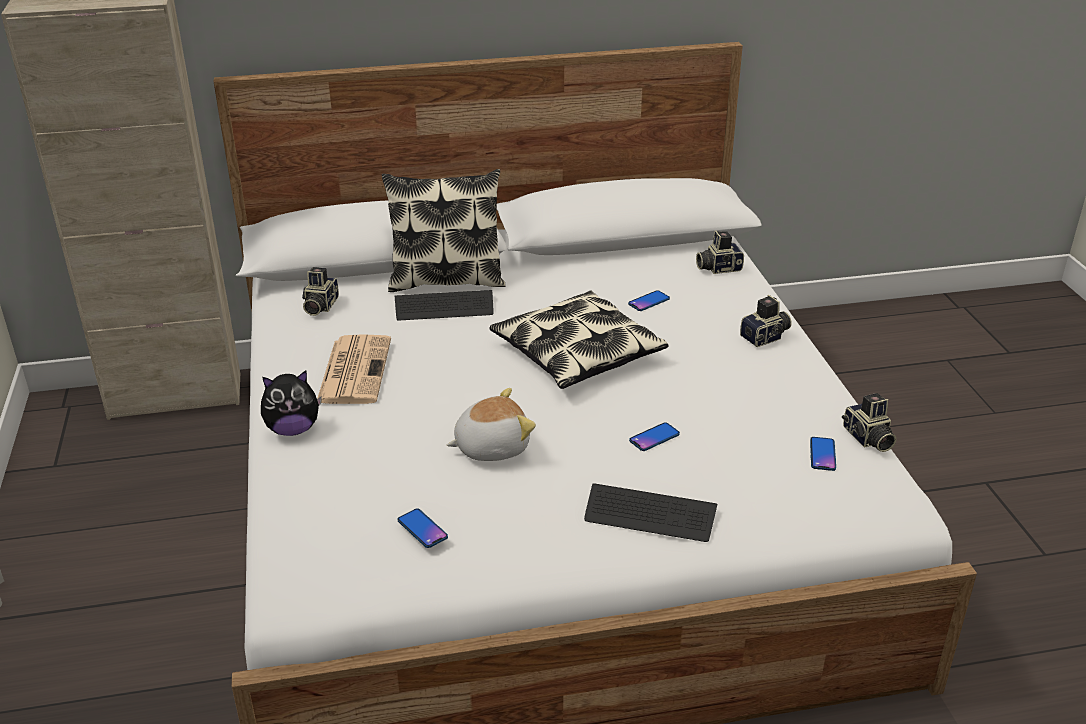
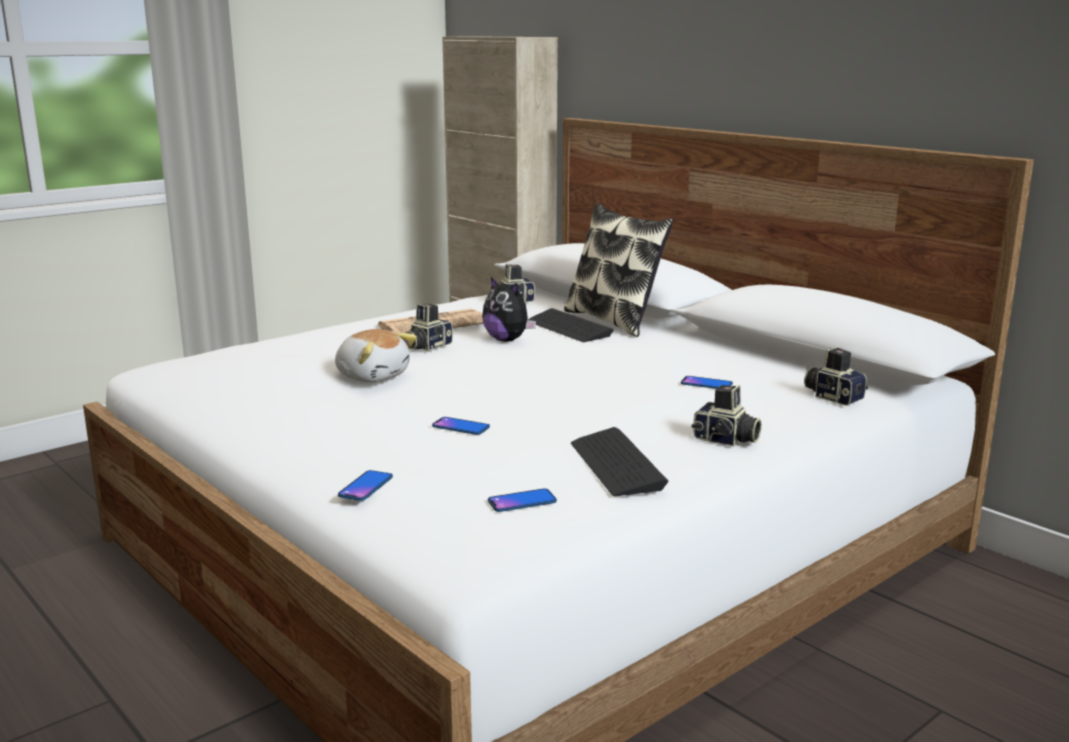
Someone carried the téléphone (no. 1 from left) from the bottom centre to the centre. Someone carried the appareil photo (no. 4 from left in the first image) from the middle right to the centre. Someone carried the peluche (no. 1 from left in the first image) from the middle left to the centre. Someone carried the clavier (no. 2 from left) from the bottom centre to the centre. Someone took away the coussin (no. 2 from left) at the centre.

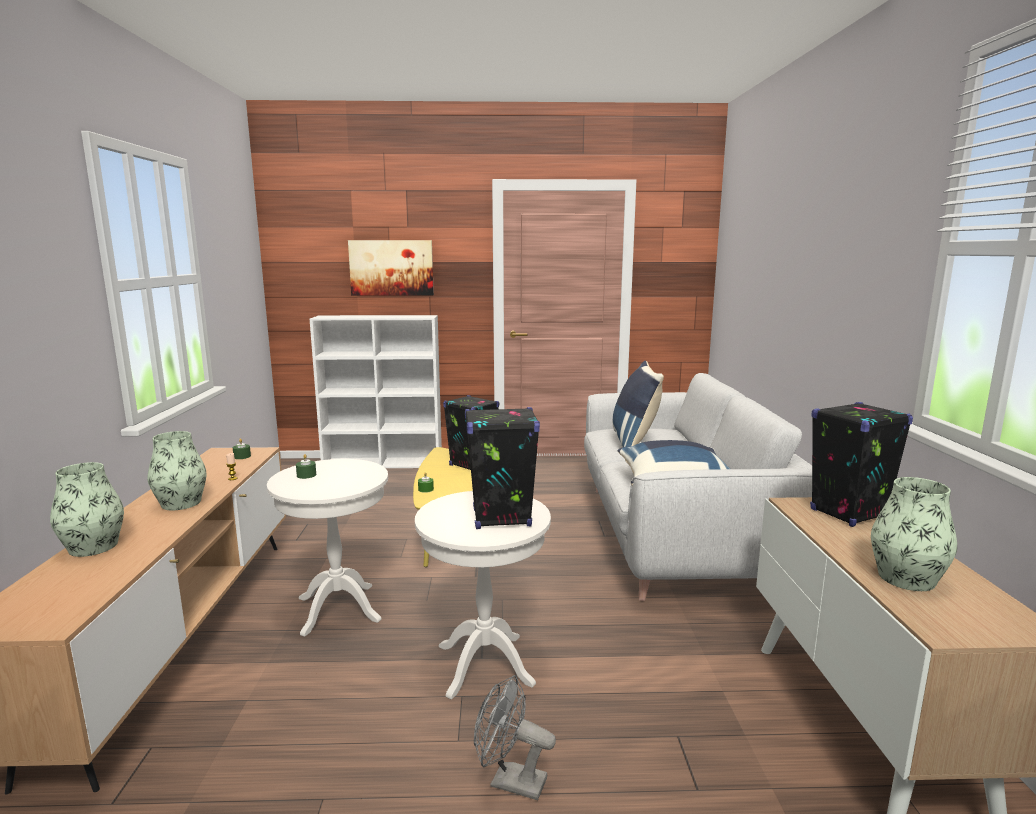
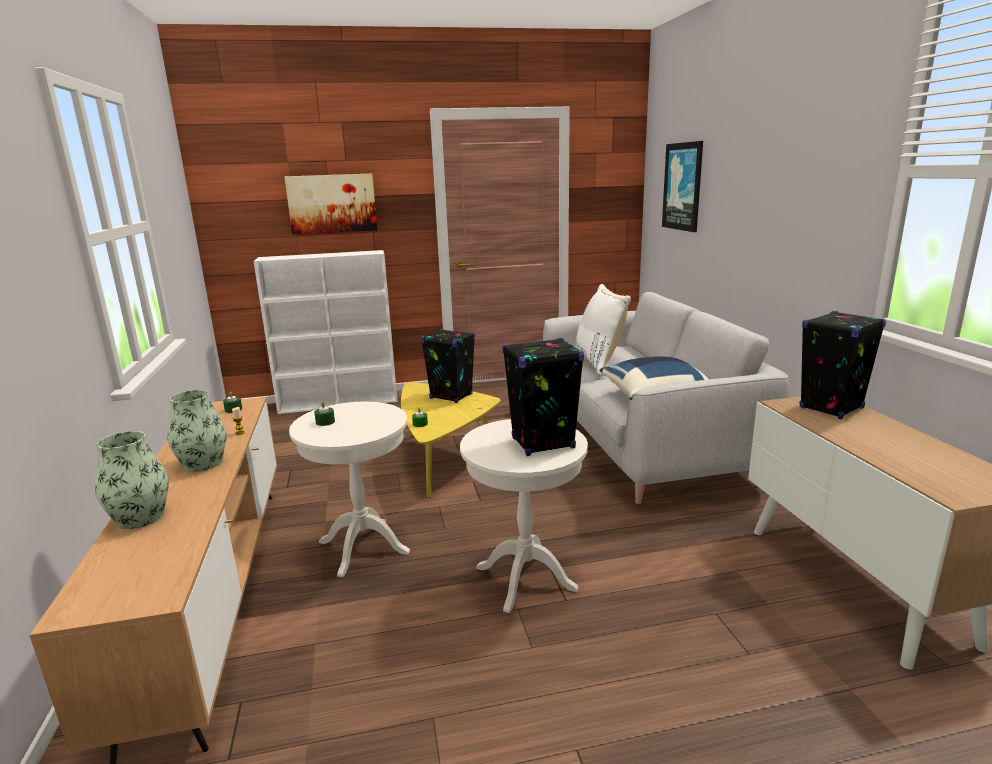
Someone repainted the coussin [bleu] (no. 1 from left) at the centre, which became the coussin [blanc] at the centre. Someone put up the tableau (no. 2 from left) at the top right. Someone took away the ventilateur [gris] at the bottom centre. Someone took away the vase (no. 3 from left) at the middle right.

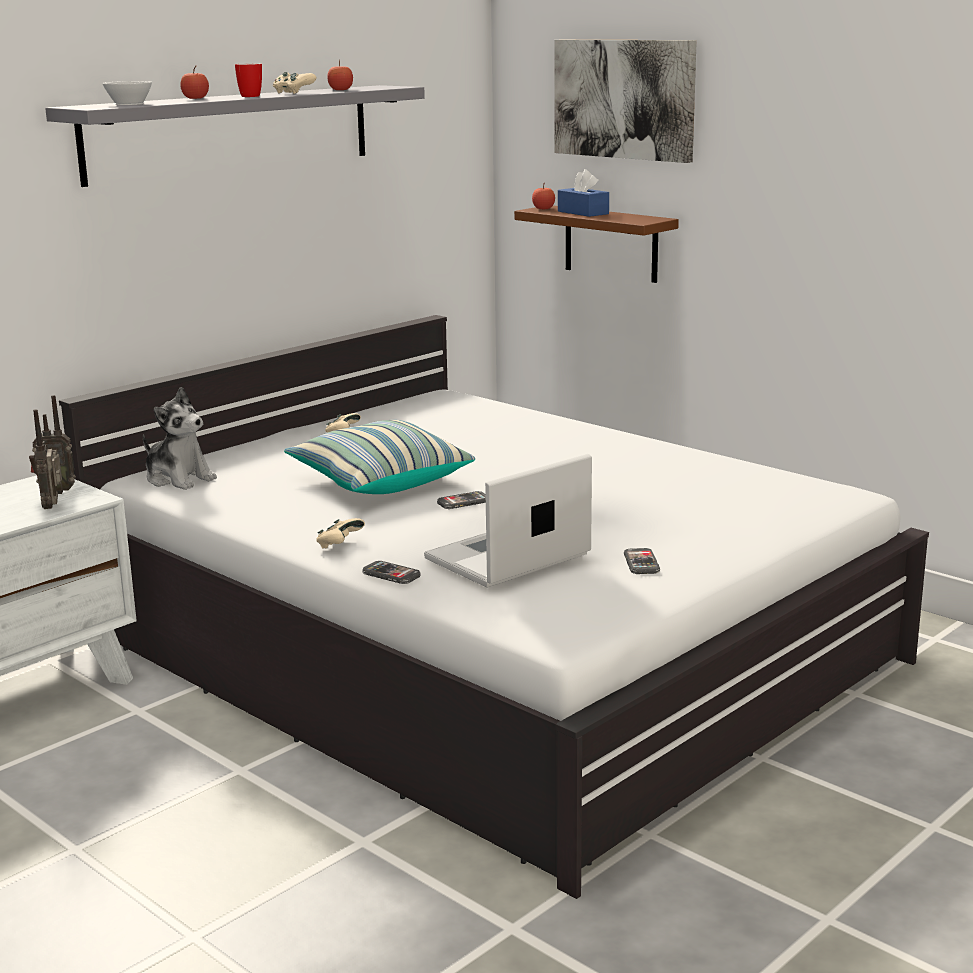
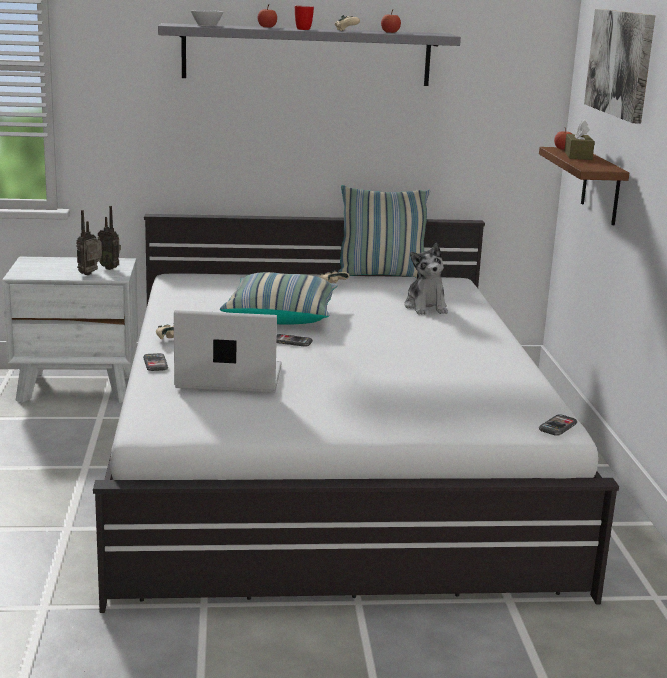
Someone put down the coussin (no. 2 from left) at the centre. Someone carried the peluche from the middle left to the centre. Someone carried the téléphone (no. 3 from left) from the centre to the middle right. Someone repainted the boîte à mouchoirs [bleu] at the top centre, which became the boîte à mouchoirs [marron] at the top right.

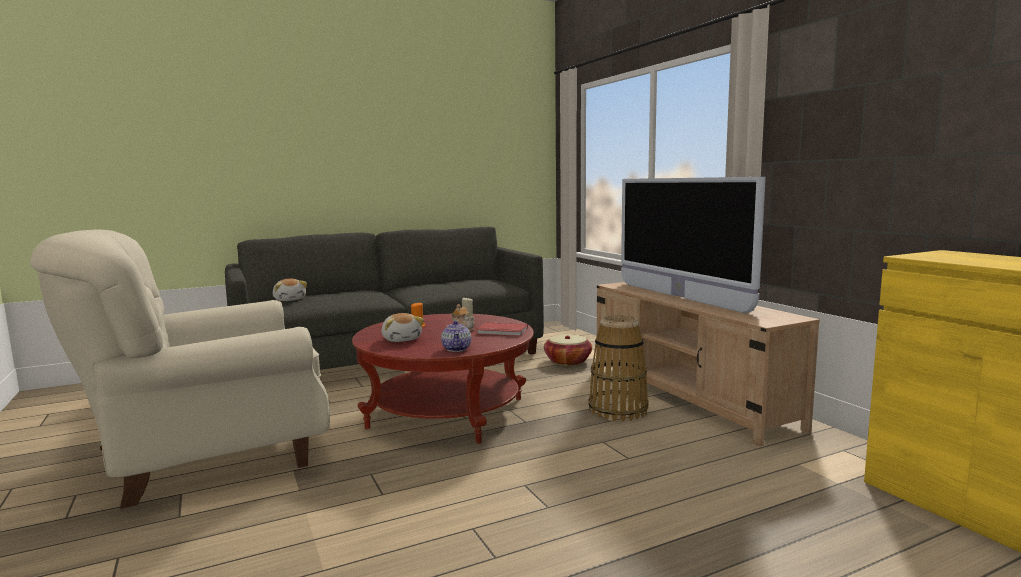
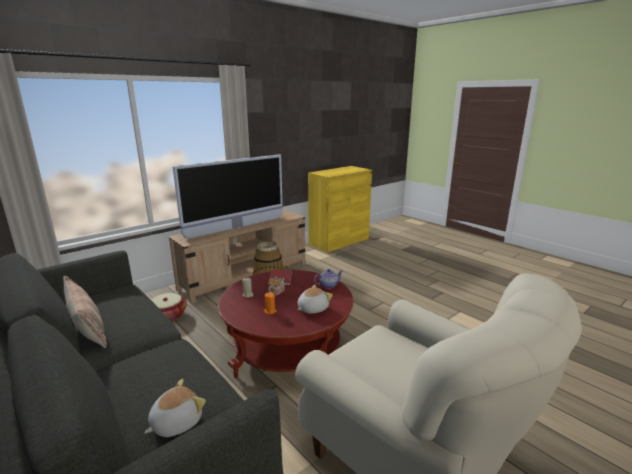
Someone put down the coussin at the middle left.

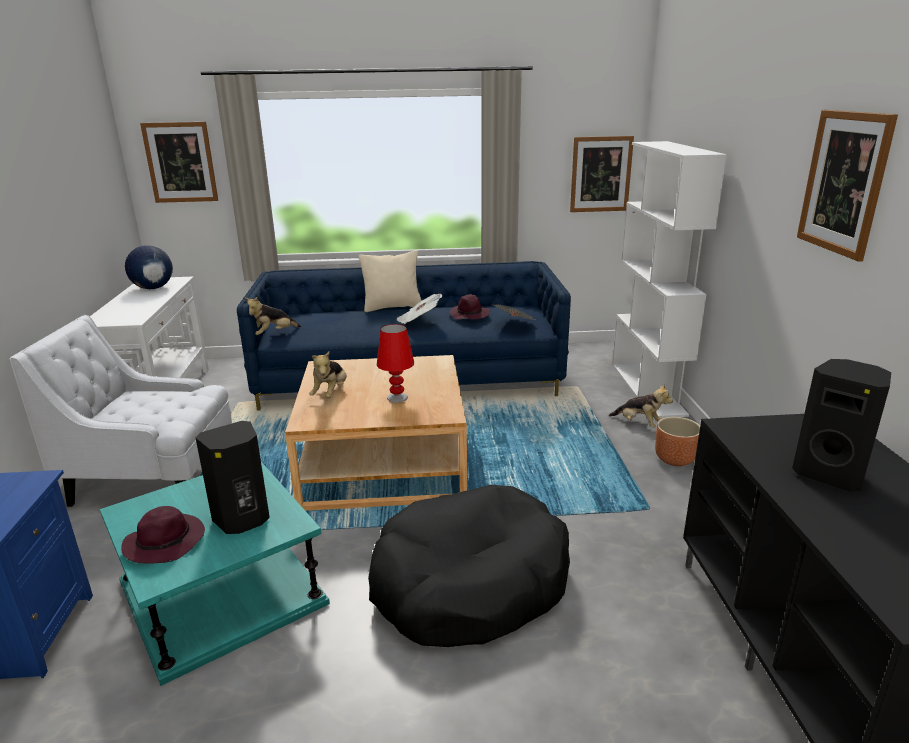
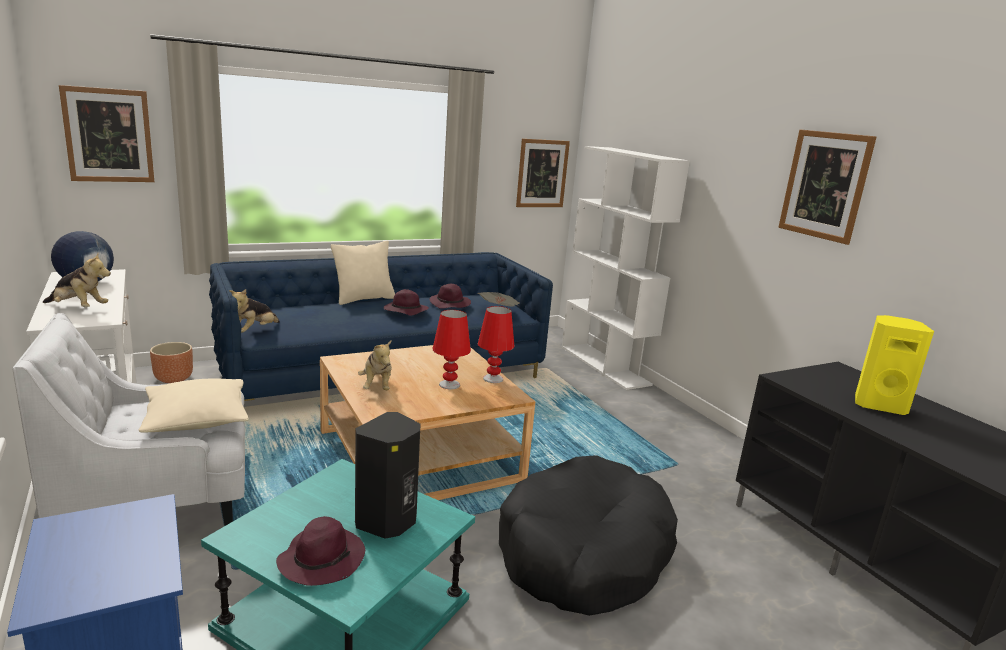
Someone carried the peluche (no. 3 from left in the first image) from the middle right to the middle left. Someone put down the coussin [beige] (no. 1 from left) at the middle left. Someone carried the cache-pot [marron] from the middle right to the middle left. Someone swapped the journal (no. 1 from left) at the centre for the chapeau [violet] (no. 2 from left) at the centre. Someone put down the lampe de table [rouge] (no. 2 from left) at the centre. Someone repainted the enceinte [noir] (no. 2 from left) at the middle right, which became the enceinte [jaune] at the middle right.

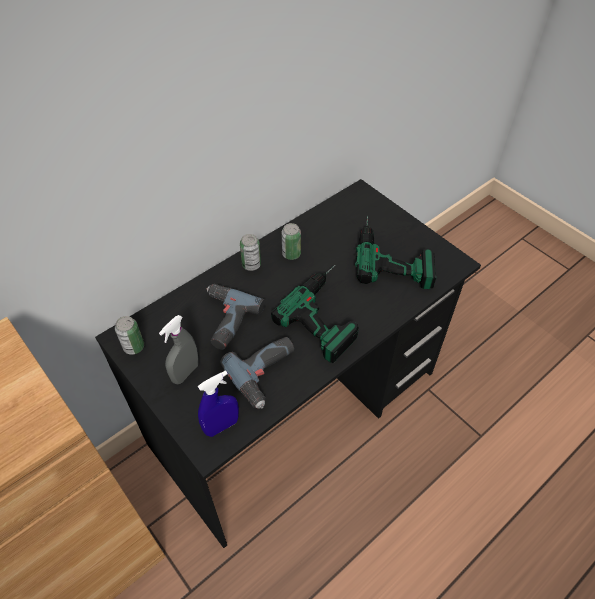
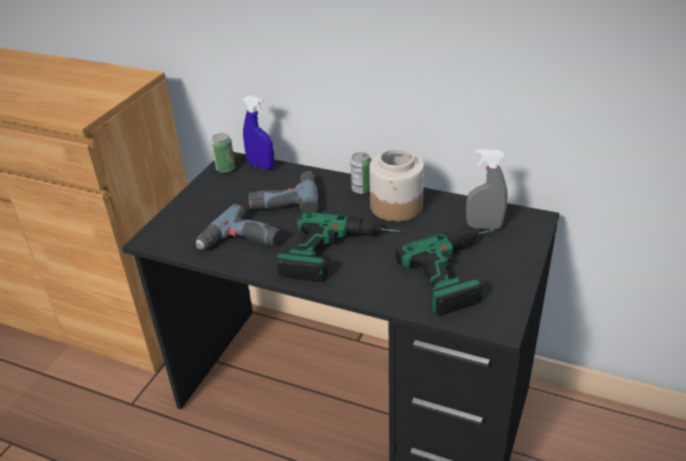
Someone carried the vaporisateur [bleu] from the bottom centre to the top centre. Someone swapped the boîte métallique (no. 3 from left) at the centre for the bocal at the centre. Someone carried the vaporisateur [gris] from the middle left to the middle right.

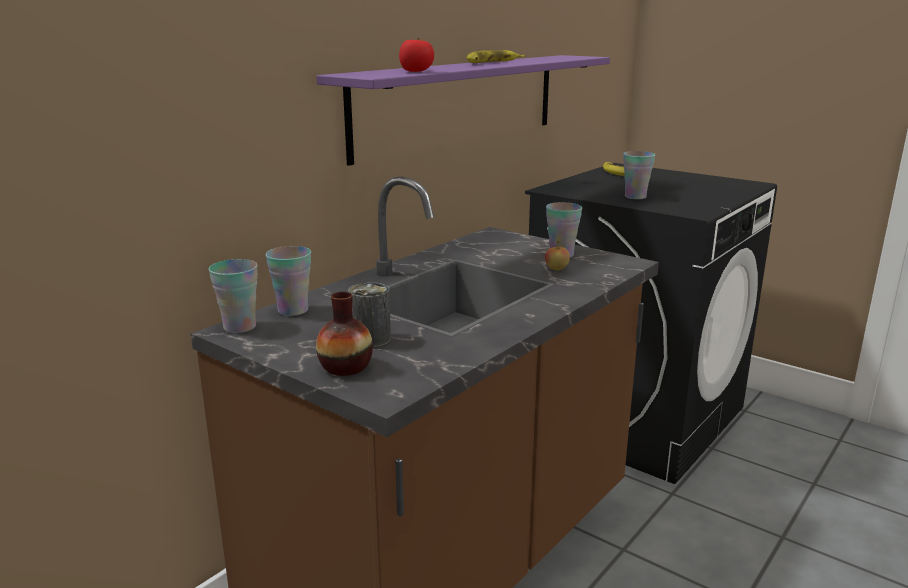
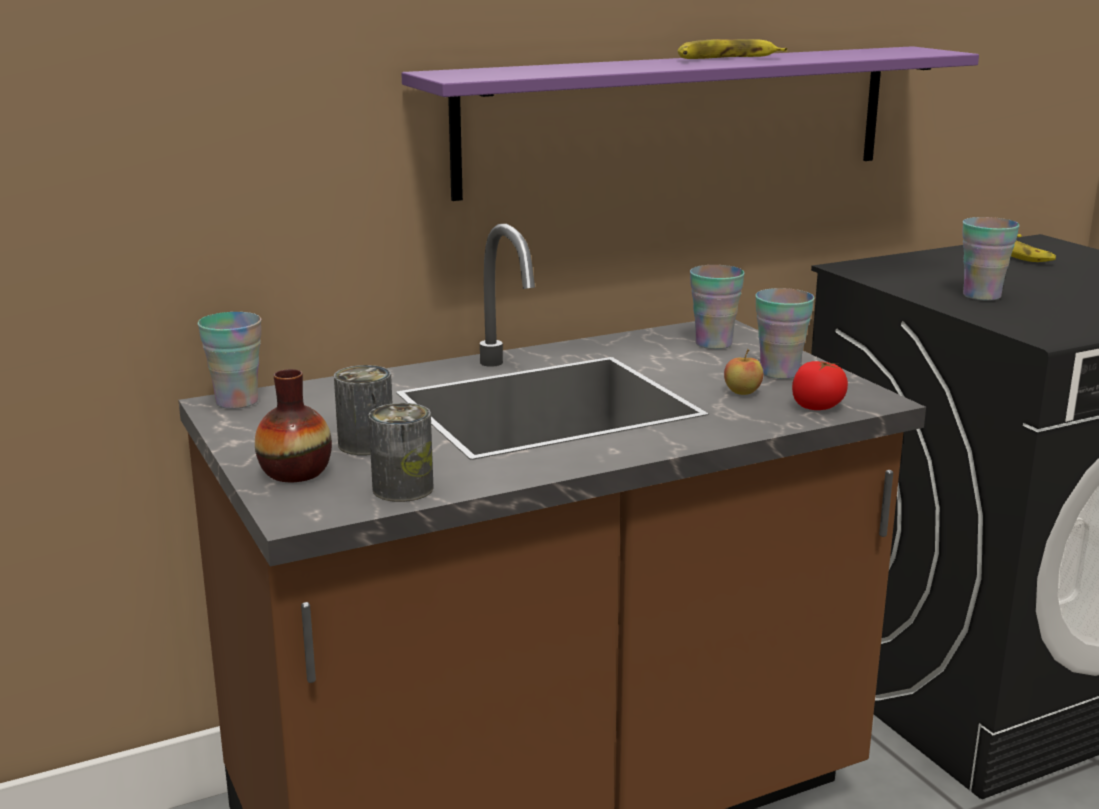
Someone put down the boîte métallique (no. 2 from left) at the centre. Someone carried the tasse (no. 2 from left) from the middle left to the centre. Someone carried the tomate from the top centre to the middle right.

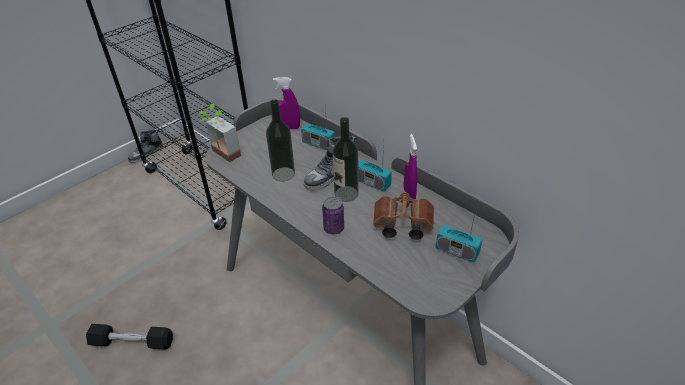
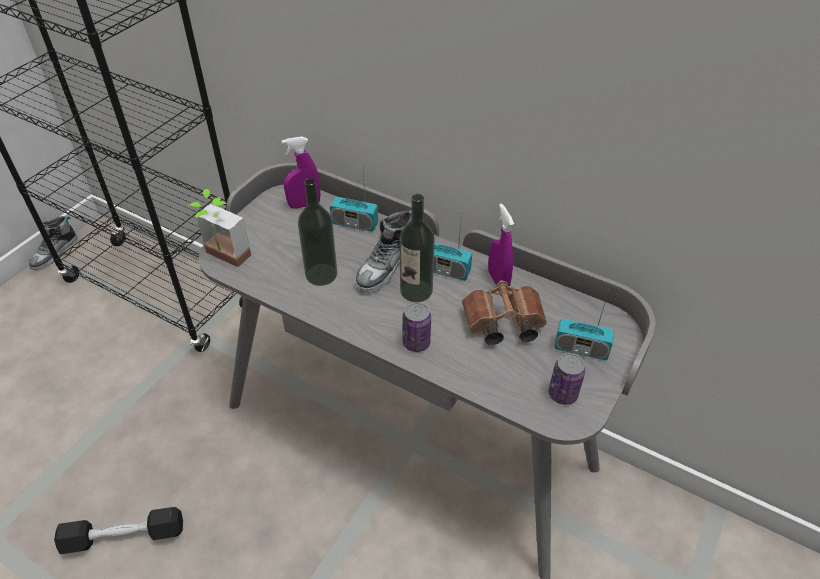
Someone put down the boîte métallique (no. 2 from left) at the middle right.

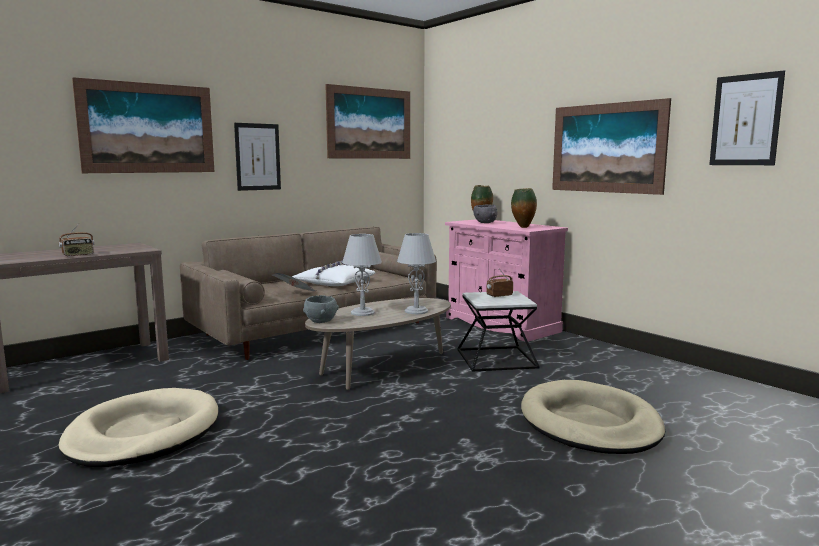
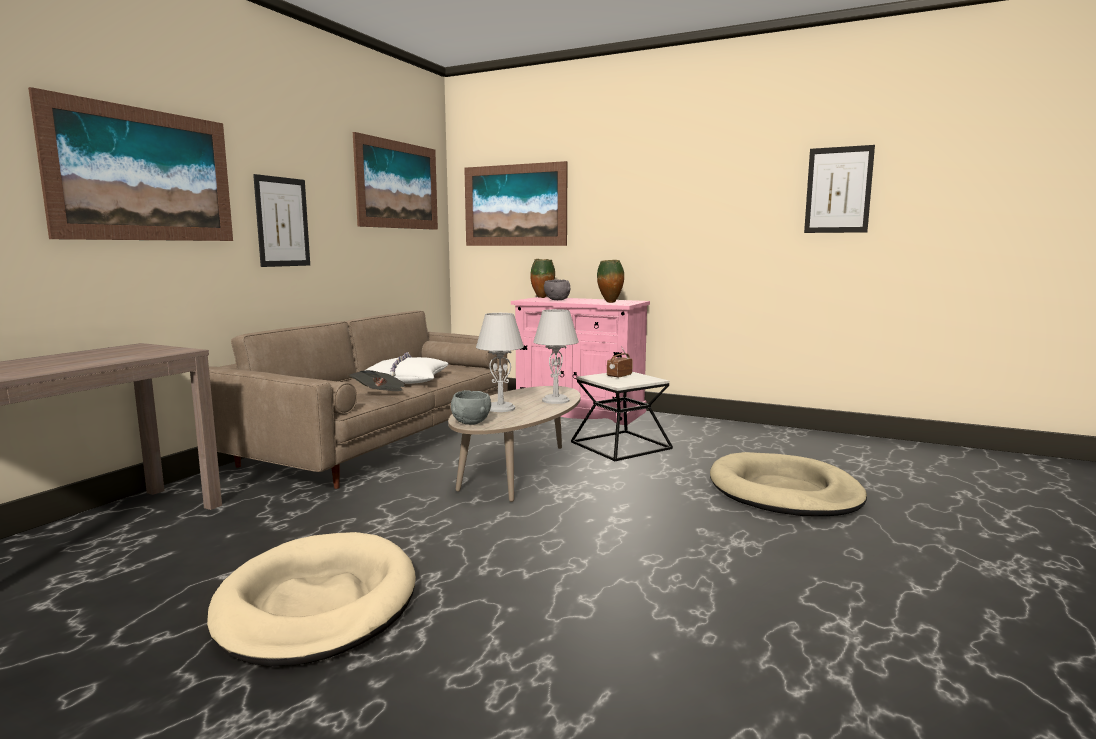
Someone carried the tableau (no. 4 from left) from the top right to the top centre. Someone took away the radio (no. 1 from left) at the middle left.

